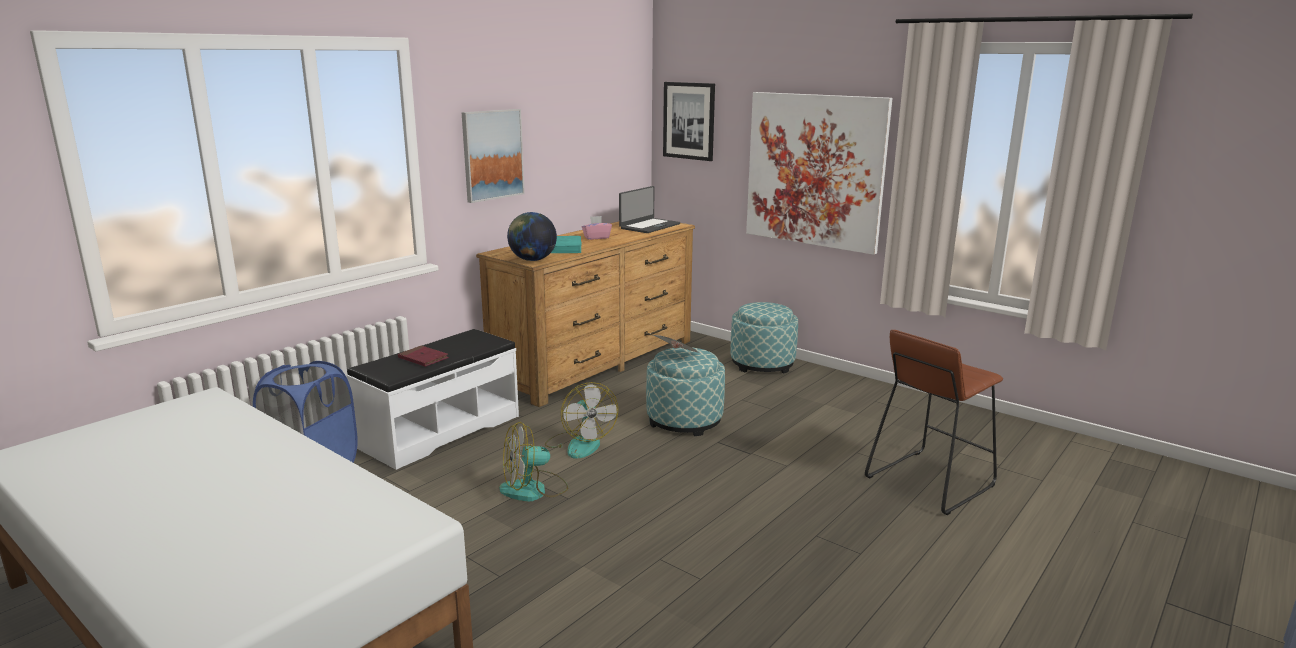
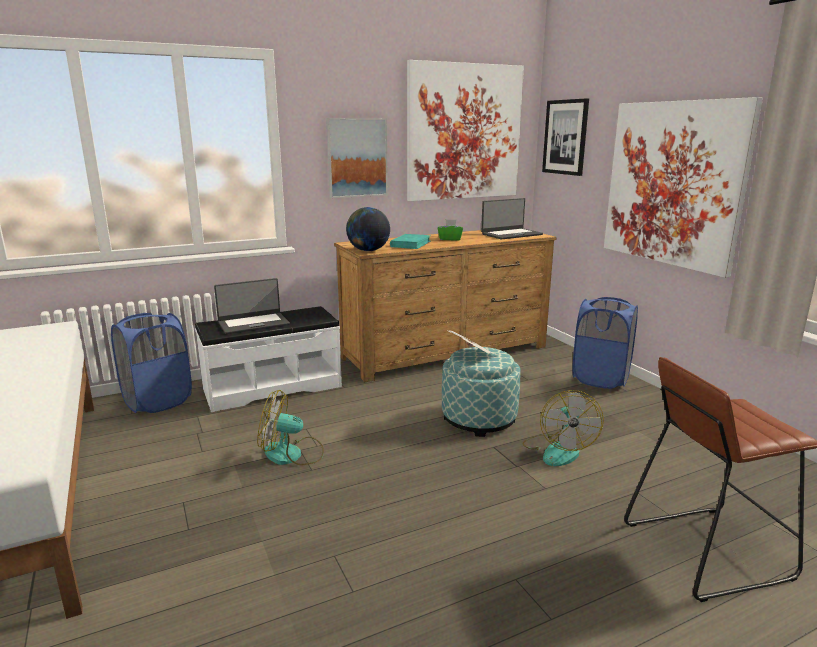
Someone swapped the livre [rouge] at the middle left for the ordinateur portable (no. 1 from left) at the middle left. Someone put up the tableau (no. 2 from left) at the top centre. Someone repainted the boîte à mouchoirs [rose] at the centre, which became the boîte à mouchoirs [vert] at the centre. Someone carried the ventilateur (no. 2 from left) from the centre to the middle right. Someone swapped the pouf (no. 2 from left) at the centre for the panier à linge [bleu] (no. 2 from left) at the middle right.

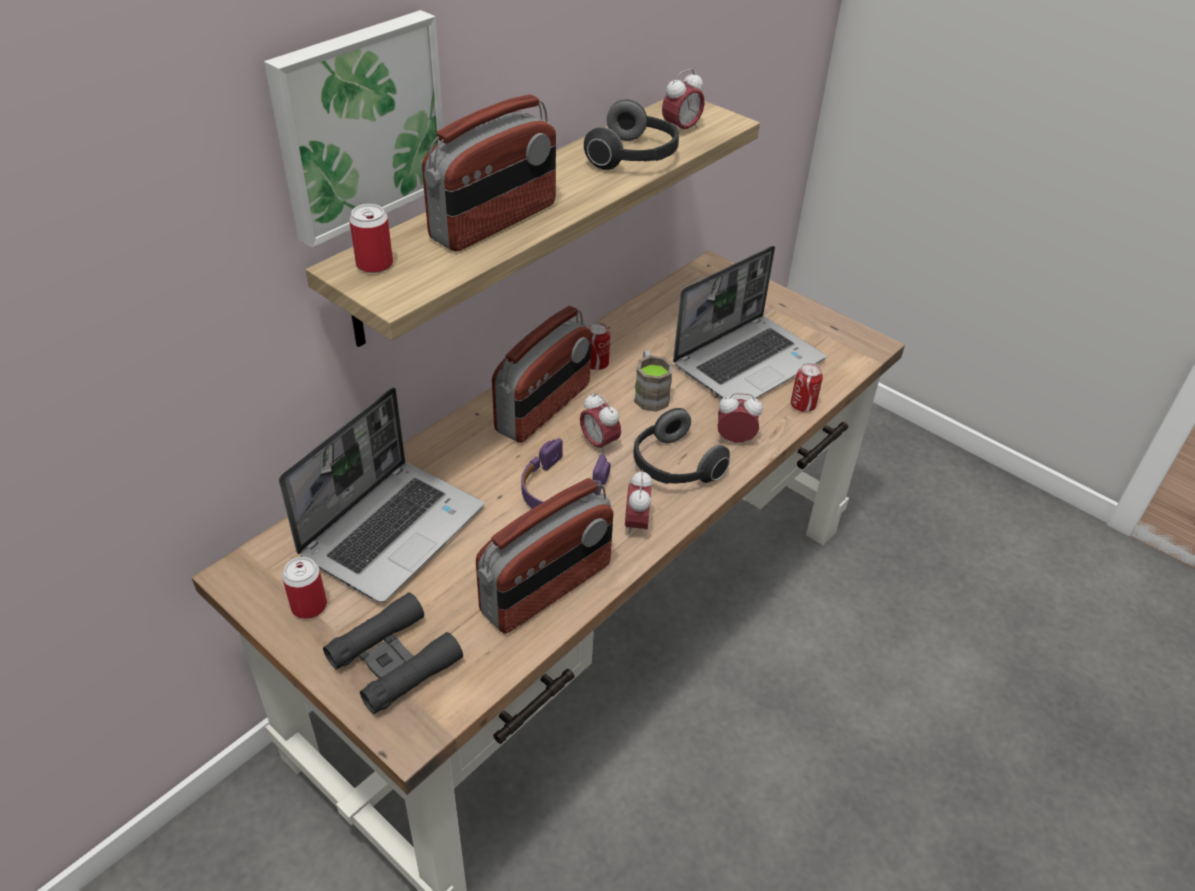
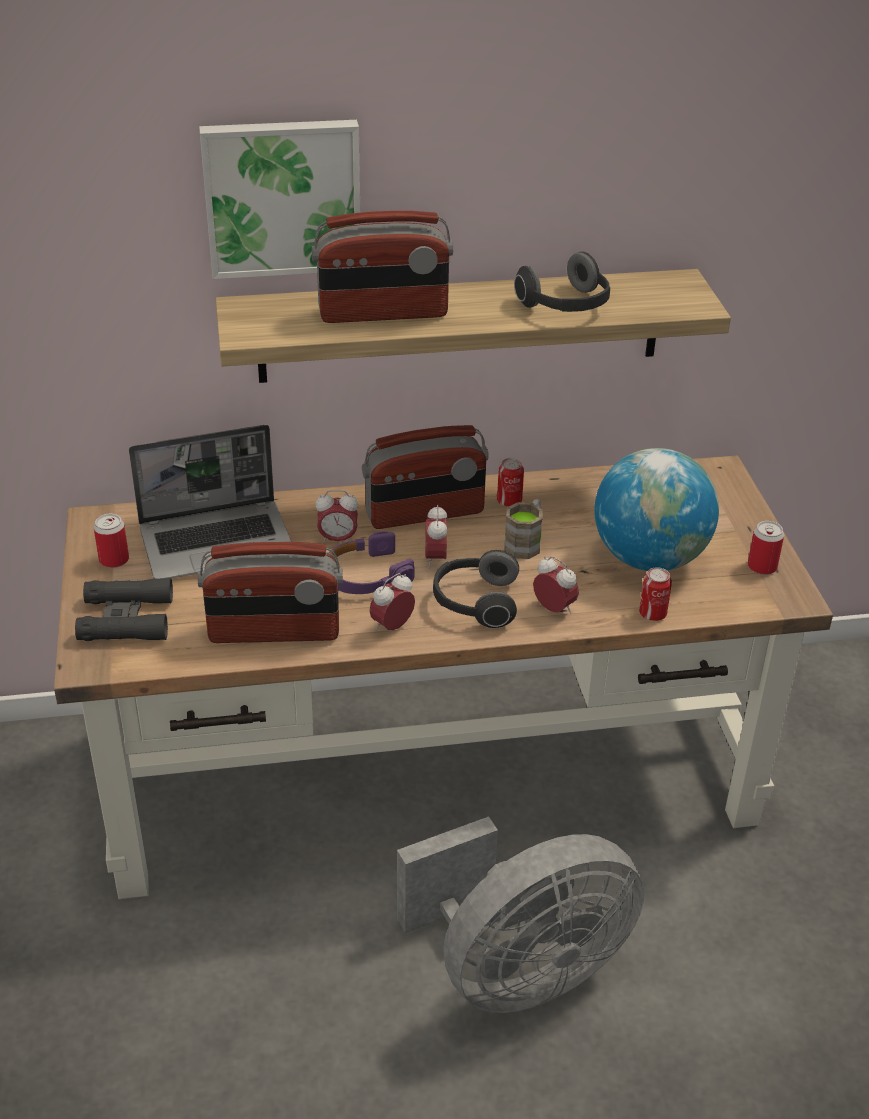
Someone carried the réveil (no. 3 from left in the first image) from the top centre to the centre. Someone put down the ventilateur [gris] at the bottom centre. Someone swapped the ordinateur portable (no. 2 from left) at the centre for the globe at the middle right. Someone carried the boîte métallique (no. 2 from left in the first image) from the top left to the middle right.

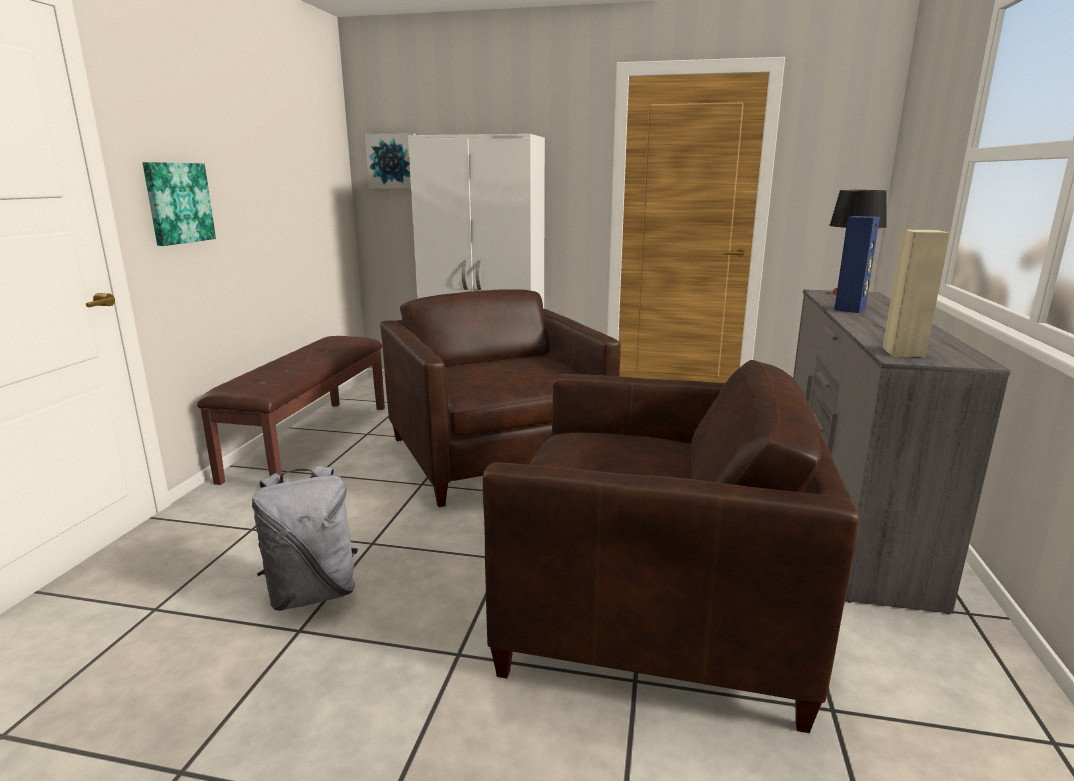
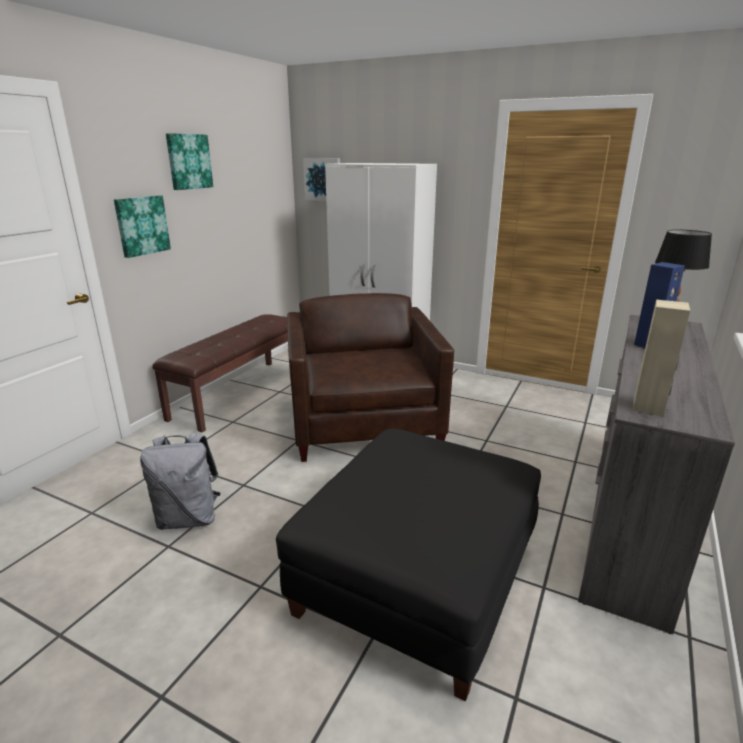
Someone put up the tableau (no. 2 from left) at the top left. Someone swapped the fauteuil [marron] (no. 2 from left) at the bottom centre for the pouf [noir] at the bottom centre.

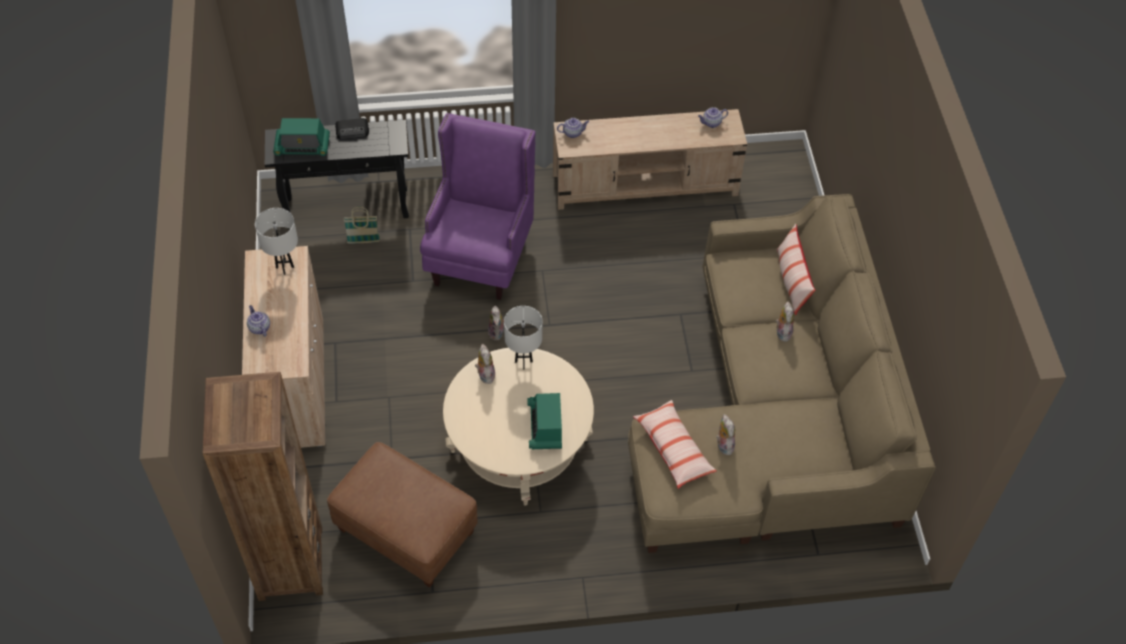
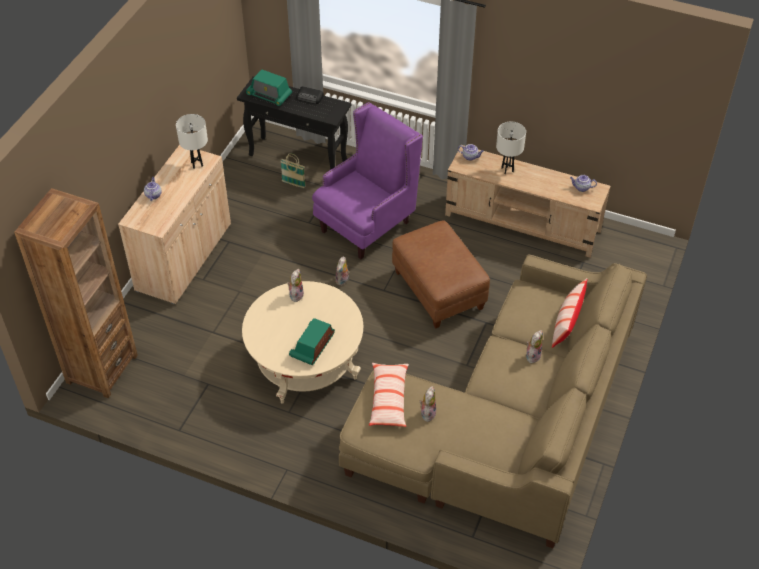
Someone carried the pouf [marron] from the bottom centre to the centre. Someone carried the lampe de table [blanc] (no. 2 from left) from the centre to the top right.

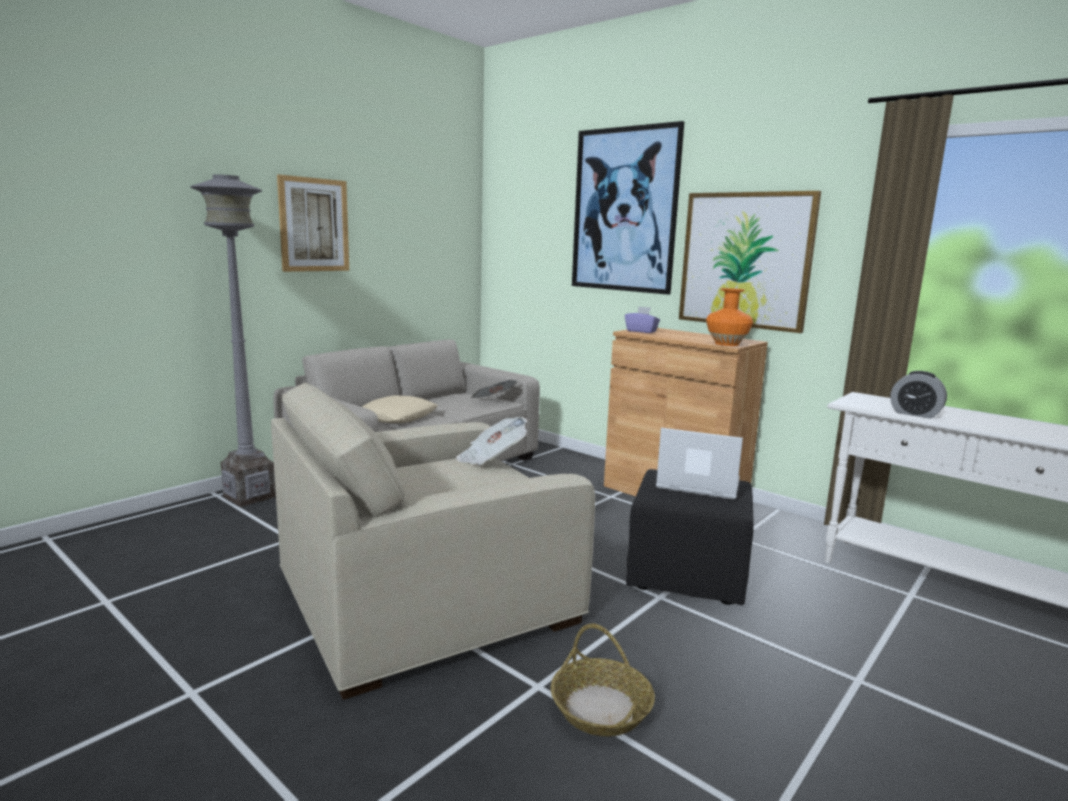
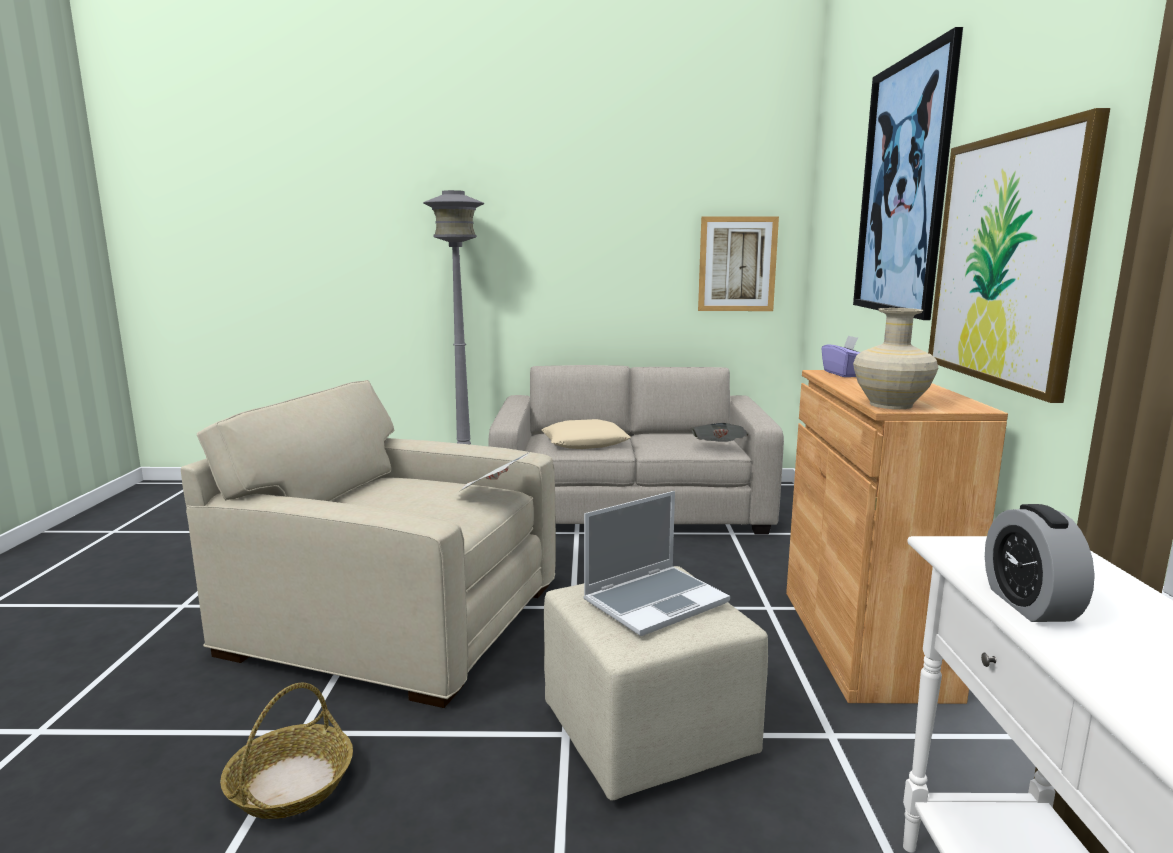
Someone repainted the pouf [noir] at the bottom centre, which became the pouf [beige] at the bottom centre. Someone rotated the ordinateur portable at the centre by 75 degrees clockwise. Someone carried the tableau (no. 1 from left) from the top left to the top centre. Someone repainted the vase [orange] at the middle right, which became the vase [beige] at the middle right.

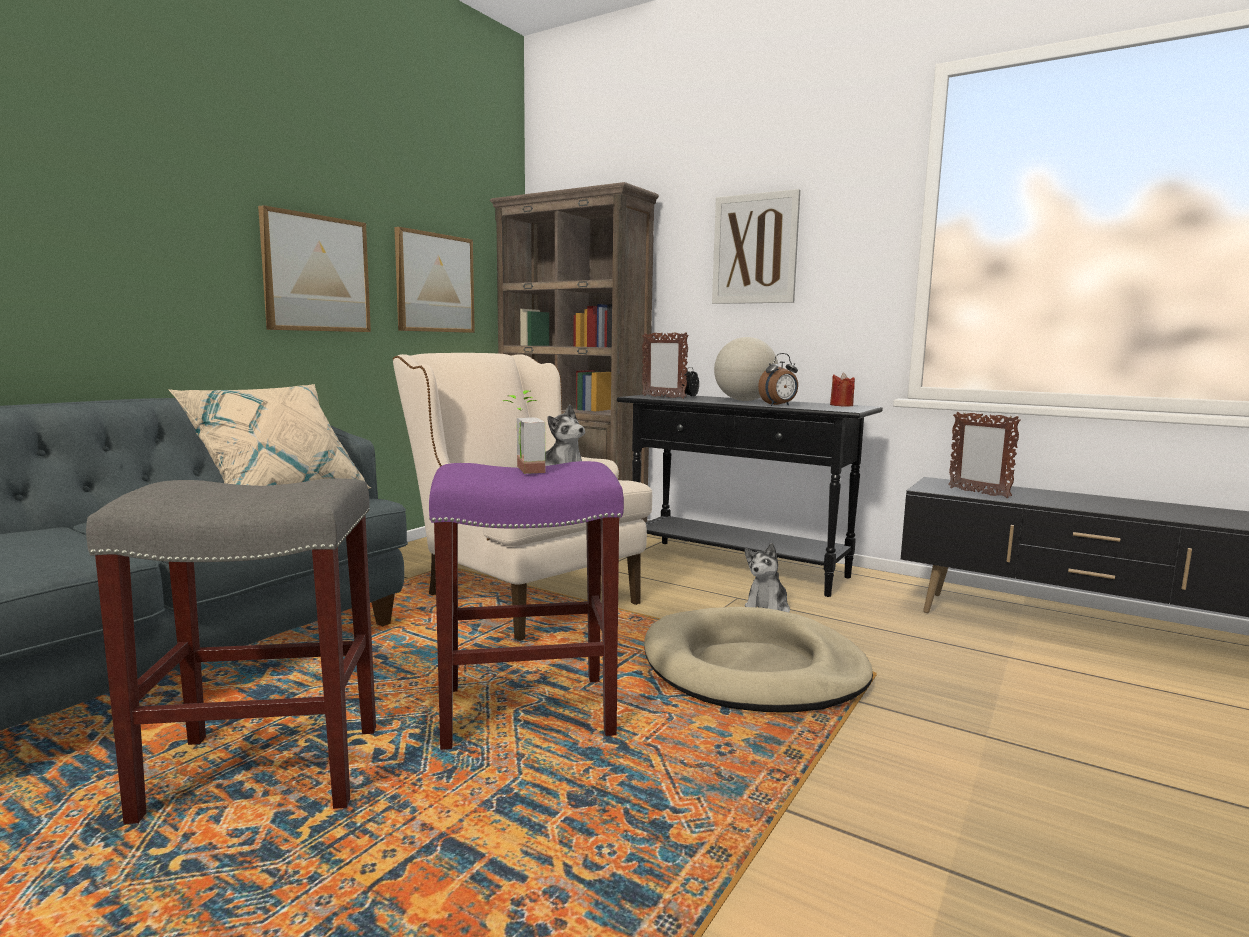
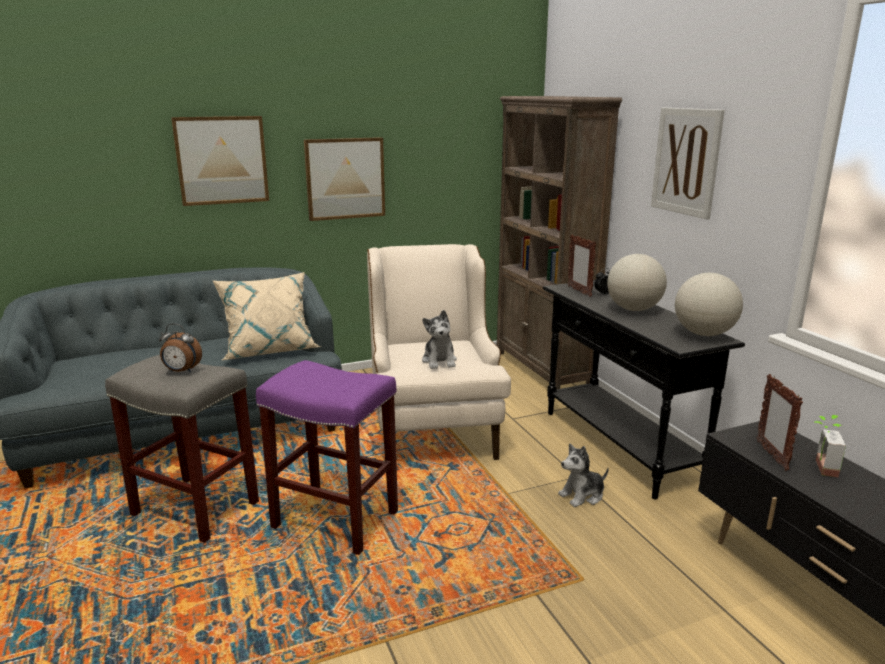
Someone carried the réveil (no. 2 from left in the first image) from the centre to the middle left. Someone carried the tableau (no. 2 from left in the first image) from the top centre to the top left. Someone swapped the bougie [rouge] at the middle right for the globe (no. 2 from left) at the middle right. Someone carried the plante en pot from the centre to the bottom right. Someone took away the panier pour chien [beige] at the bottom centre.

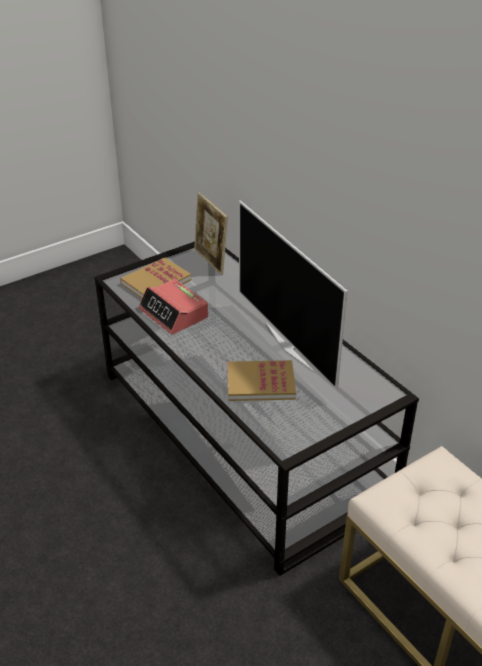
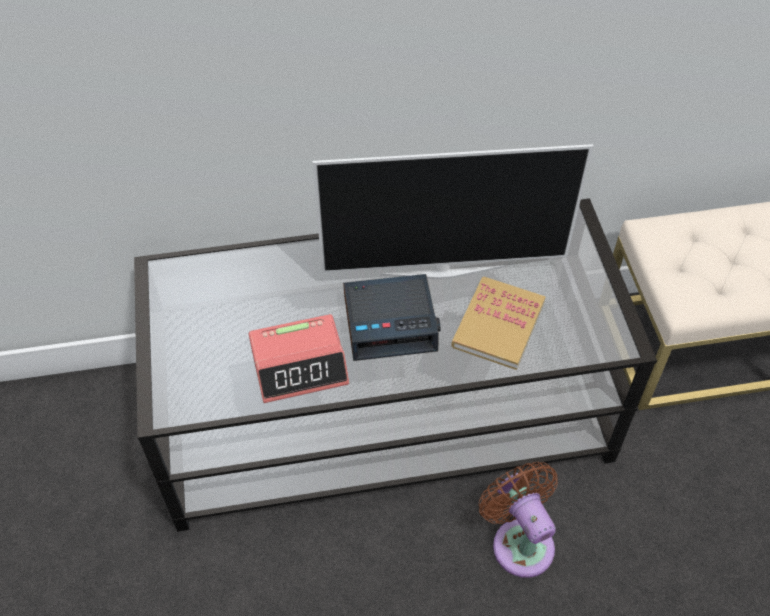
Someone put down the réveil (no. 2 from left) at the centre. Someone put down the ventilateur [marron] at the bottom right. Someone took away the livre (no. 1 from left) at the middle left. Someone took away the cadre photo at the centre.

